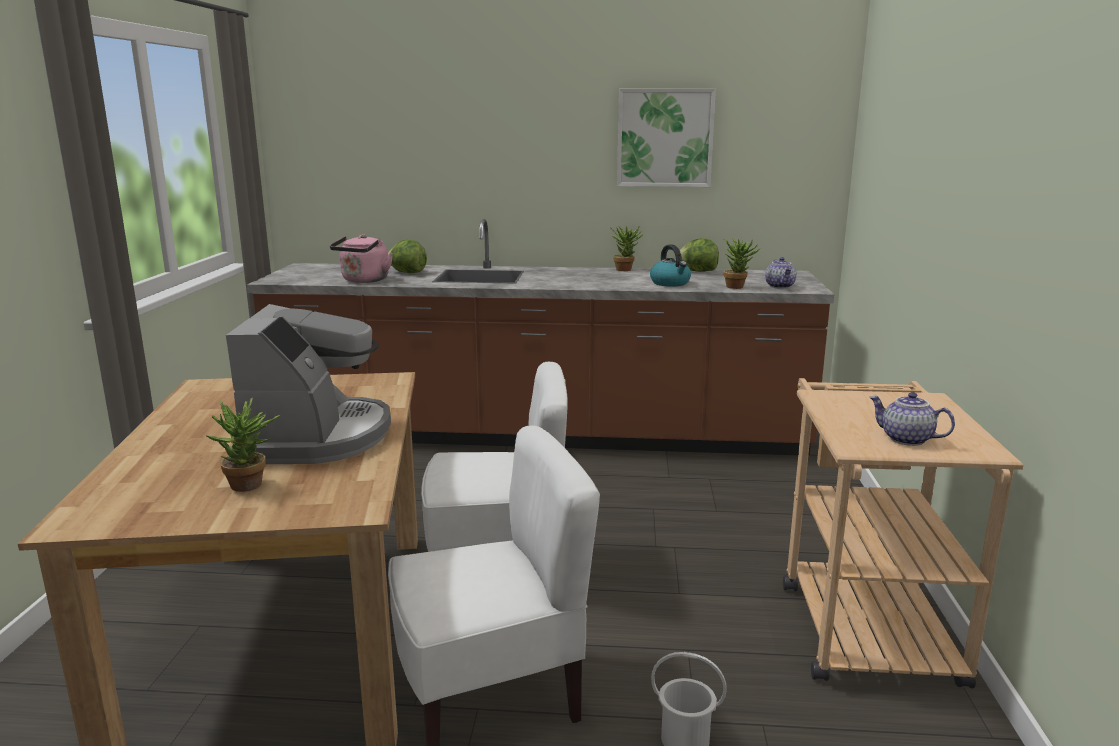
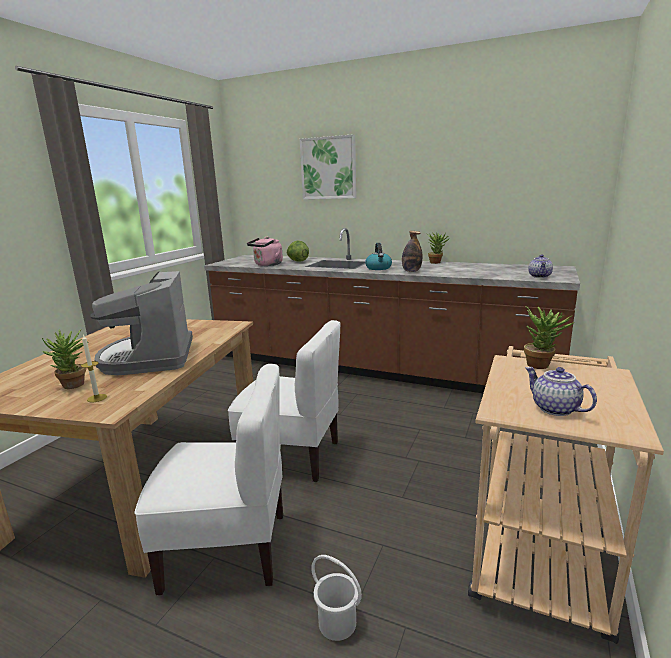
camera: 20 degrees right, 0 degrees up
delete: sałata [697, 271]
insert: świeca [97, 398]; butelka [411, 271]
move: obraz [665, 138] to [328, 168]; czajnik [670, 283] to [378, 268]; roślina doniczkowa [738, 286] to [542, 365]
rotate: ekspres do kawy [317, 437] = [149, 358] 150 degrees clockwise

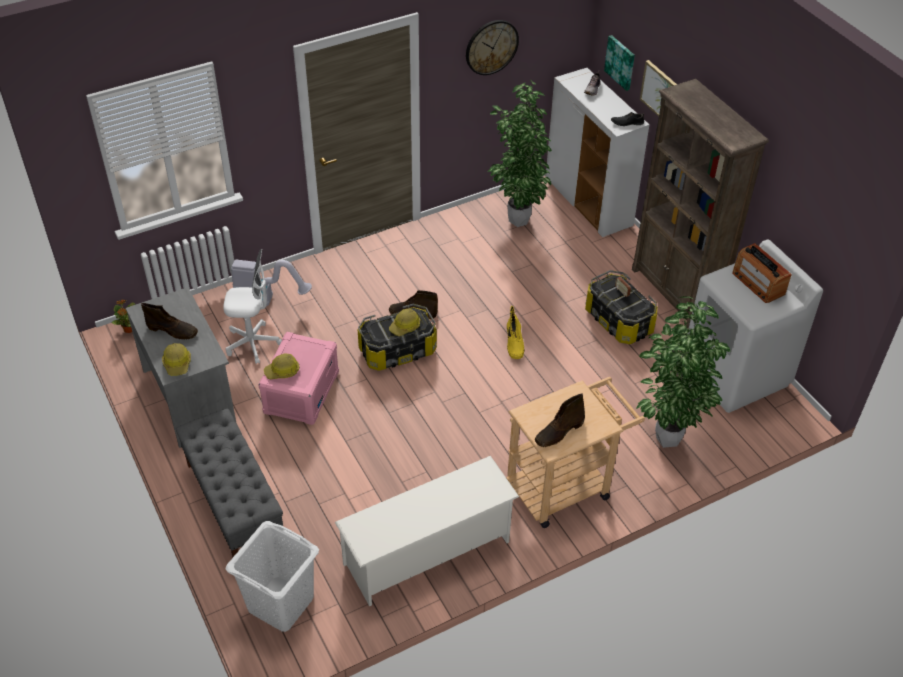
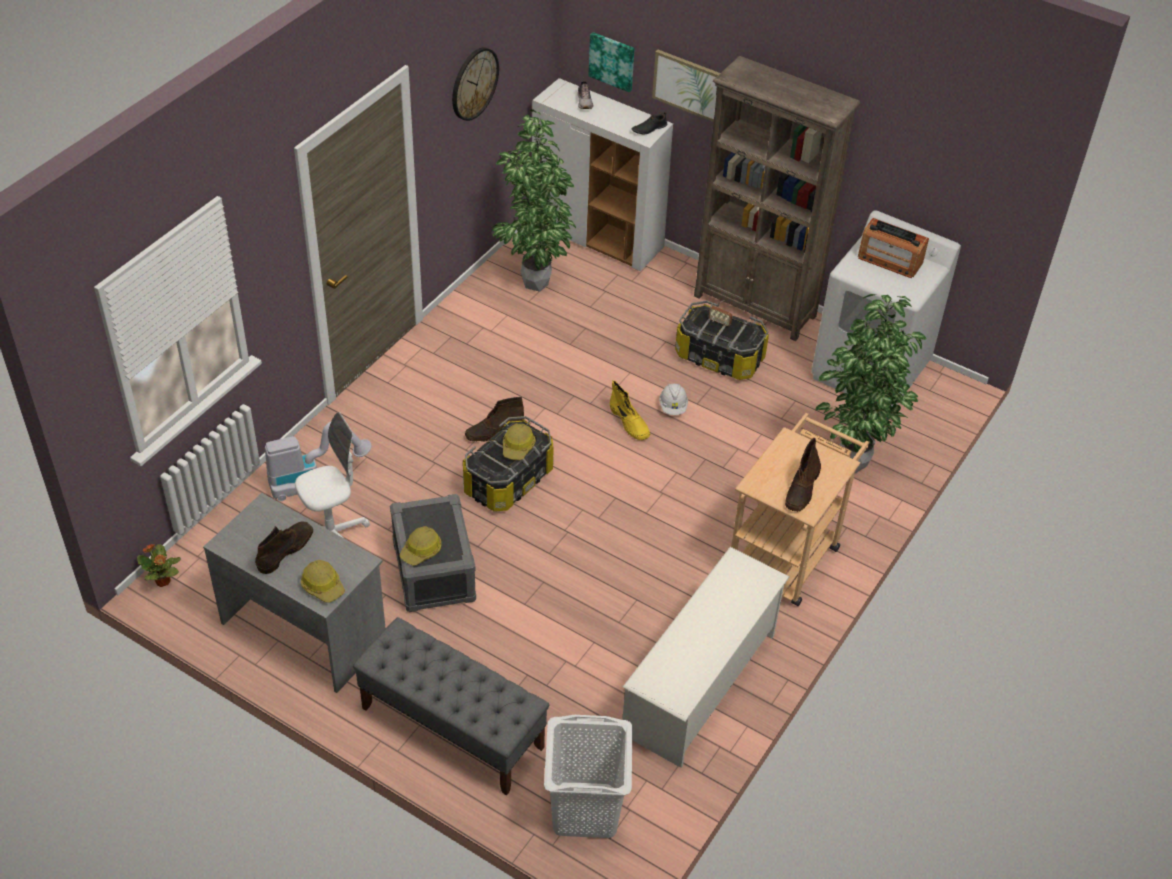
camera: 30 degrees left, 0 degrees up
insert: kask (biały) [673, 406]
recolor: pojemnik do przechowywania (różowy) [301, 392] to pojemnik do przechowywania (szary) [433, 570]
rotate: but z cholewką (brązowy) [173, 330] = [285, 550] 45 degrees counterclockwise

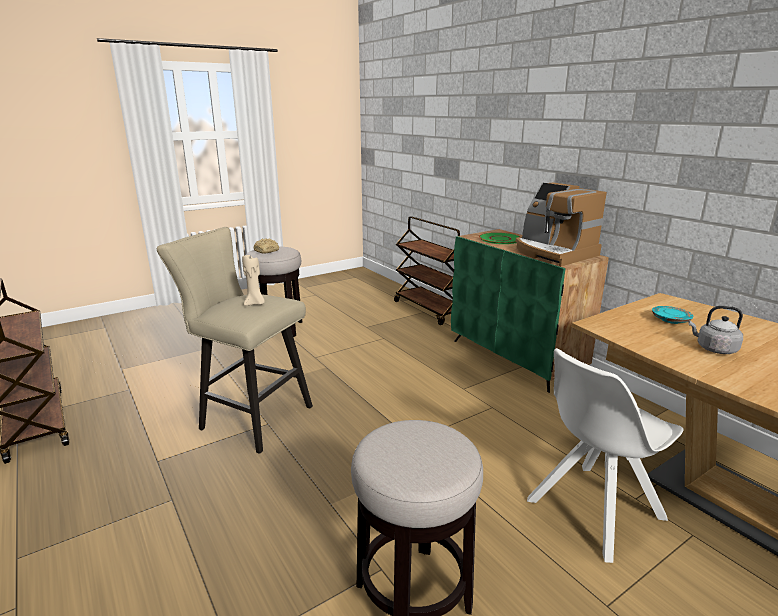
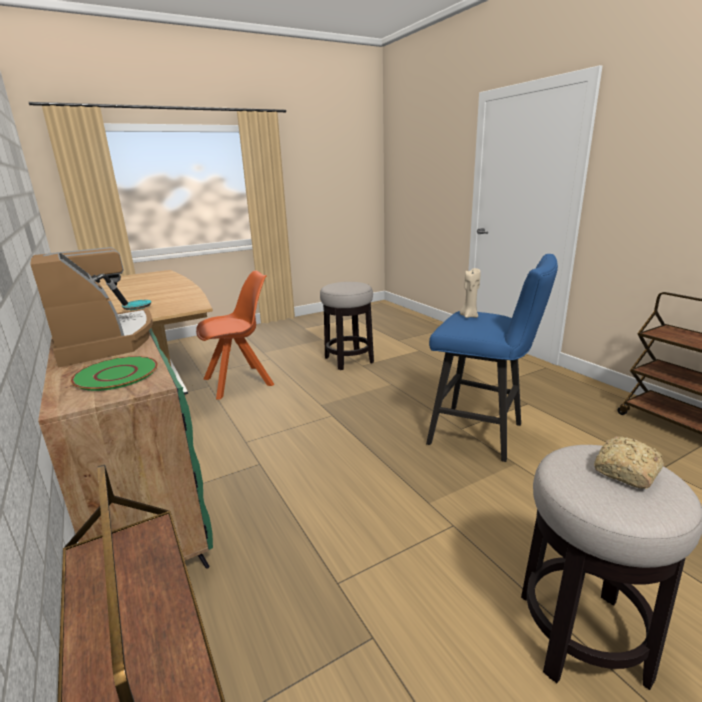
camera: 175 degrees left, 0 degrees up
delete: czajnik (szary) [714, 349]
recolor: stołek (beżowy) [250, 417] to stołek (niebieski) [483, 435]; krzesło (biały) [592, 510] to krzesło (pomarańczowy) [240, 381]

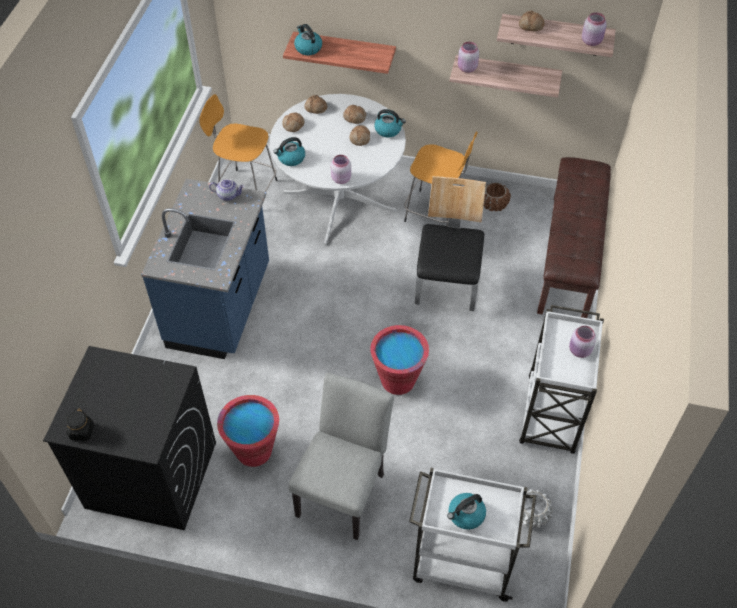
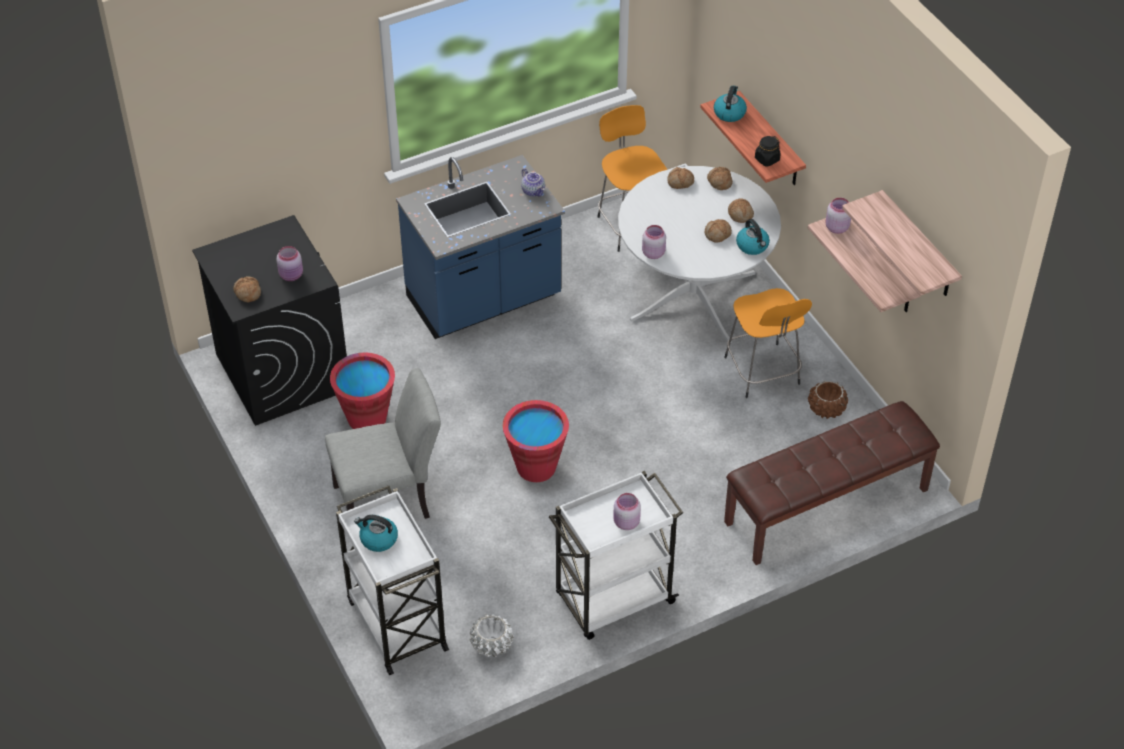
camera: 50 degrees right, 5 degrees down
delete: czajnik [291, 158]; krzesło [447, 285]
move: słoik (czarny) [82, 432] to [767, 159]; chleb [530, 26] to [247, 293]; słoik (różowy) [592, 41] to [292, 275]

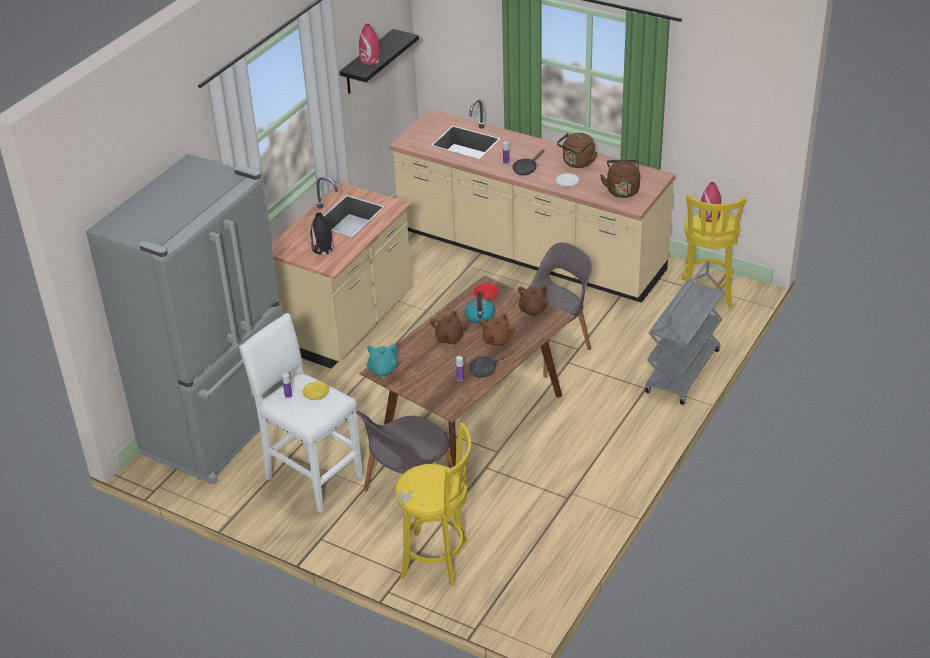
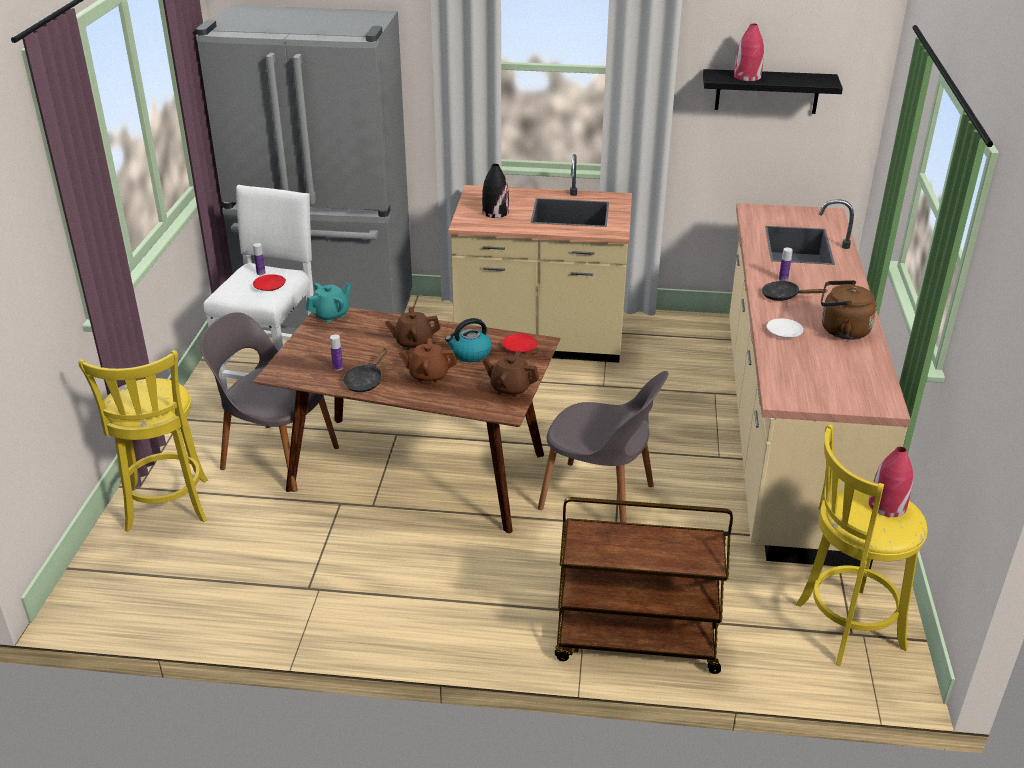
camera: 65 degrees right, 5 degrees down
delete: czajnik (brązowy) [622, 190]
recolor: talerz (żółty) [316, 393] to talerz (czerwony) [270, 286]; wózek (szary) [683, 372] to wózek (brązowy) [635, 643]
rotate: imbryk (turkusowy) [383, 370] = [331, 315] 120 degrees clockwise; patelnia (czarny) [485, 369] = [365, 381] 105 degrees counterclockwise

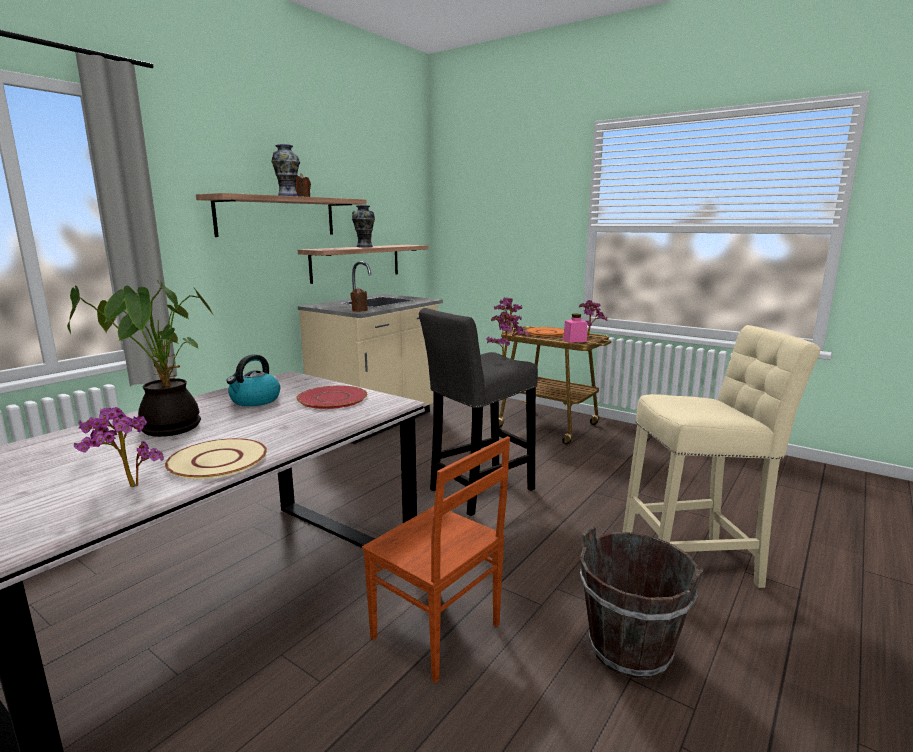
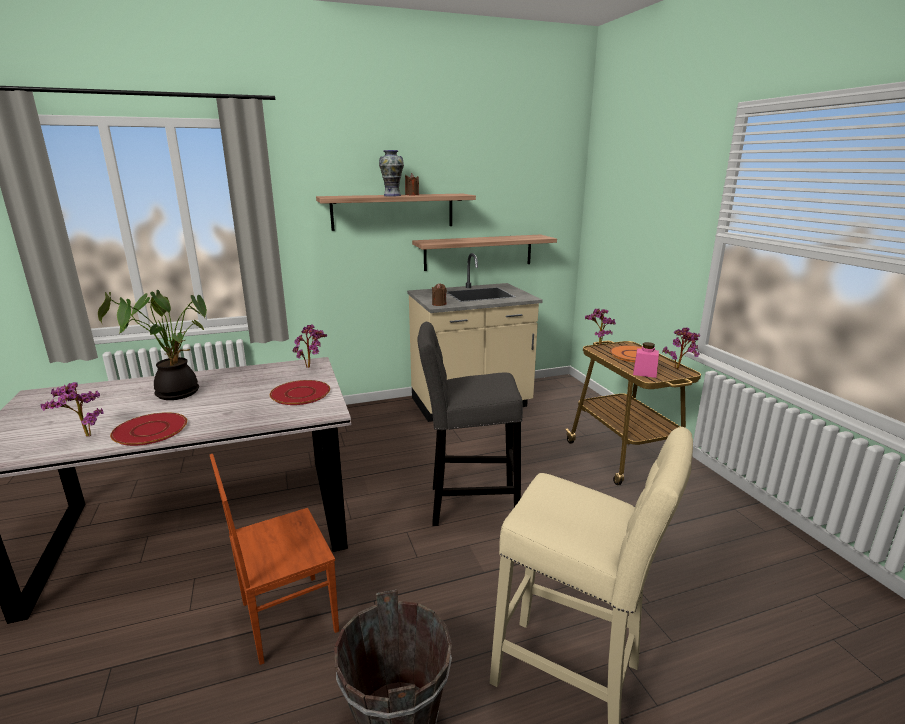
camera: 35 degrees right, 5 degrees up
delete: czajnik [255, 400]; wazon [364, 246]
move: roślina doniczkowa [505, 356] to [311, 367]
recolor: talerz (beżowy) [217, 460] to talerz (czerwony) [150, 430]
rotate: krzesło (brązowy) [436, 633] = [287, 616] 75 degrees clockwise

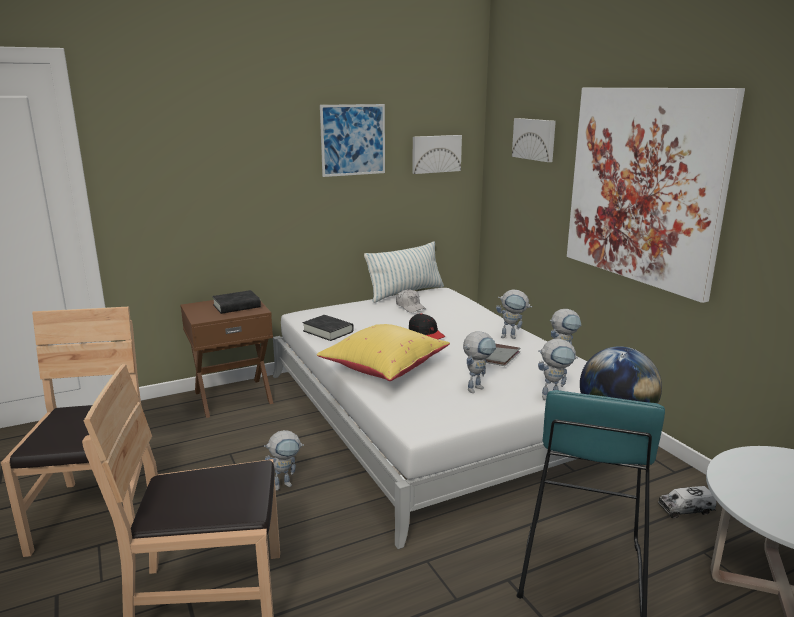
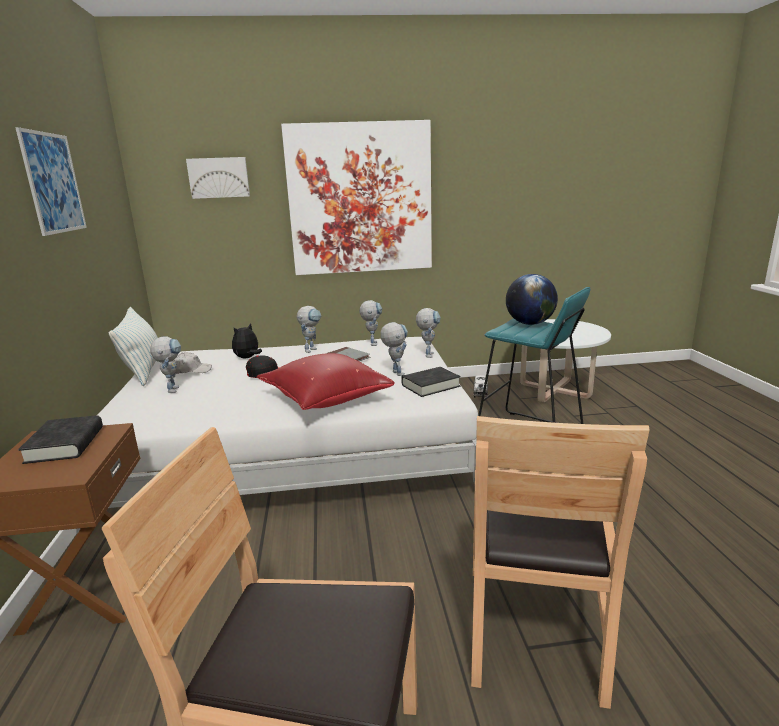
camera: 70 degrees left, 0 degrees up
delete: obraz [436, 154]
insert: pluszak [247, 358]
move: robot zabawkowy [286, 484] to [172, 388]; książka (czarny) [328, 331] to [430, 386]
recolor: poduszka (żółty) [383, 368] to poduszka (czerwony) [324, 400]

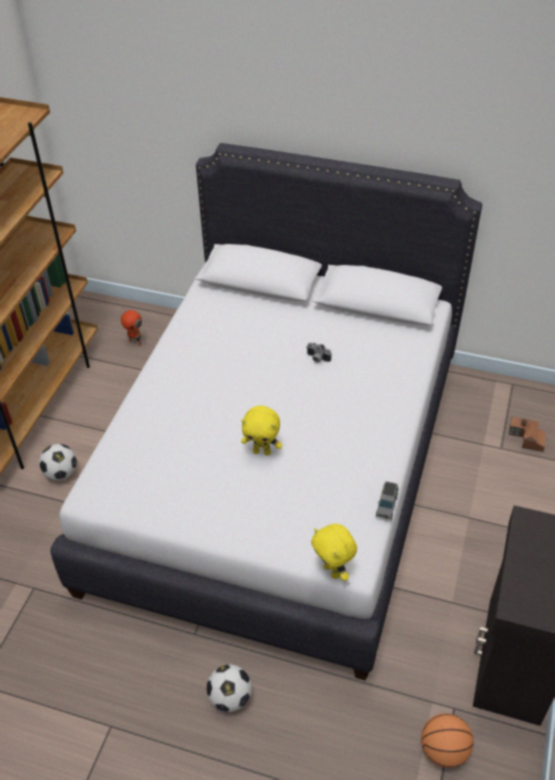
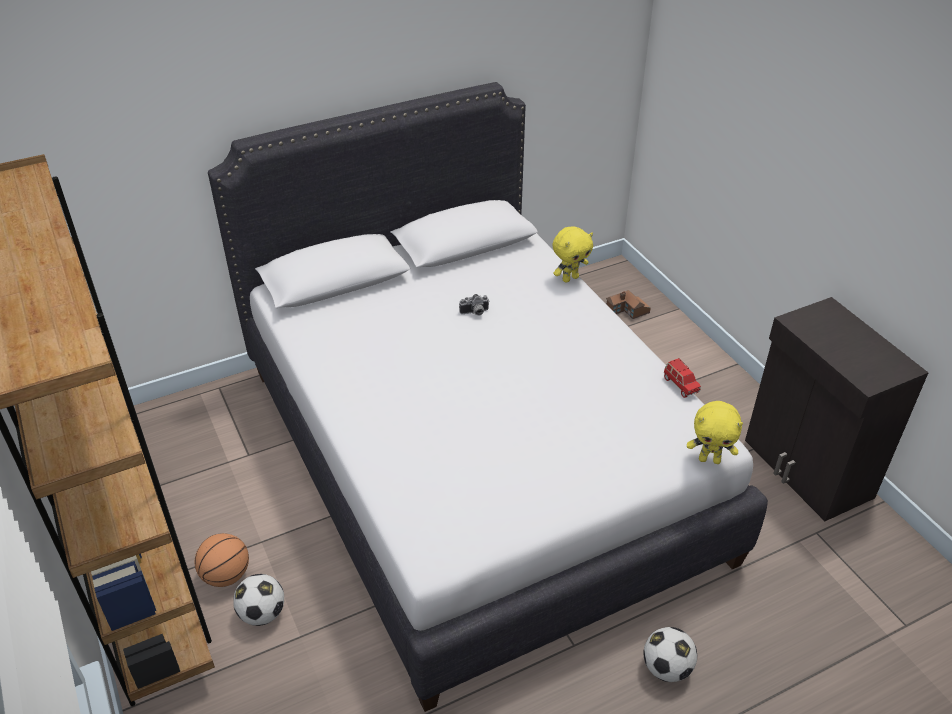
camera: 45 degrees left, 5 degrees down
delete: robot zabawkowy [135, 342]
move: pluszak (żółty) [262, 451] to [570, 278]; piłka do koszykówki [444, 750] to [226, 575]
recolor: samochodzik (szary) [386, 506] to samochodzik (czerwony) [680, 385]

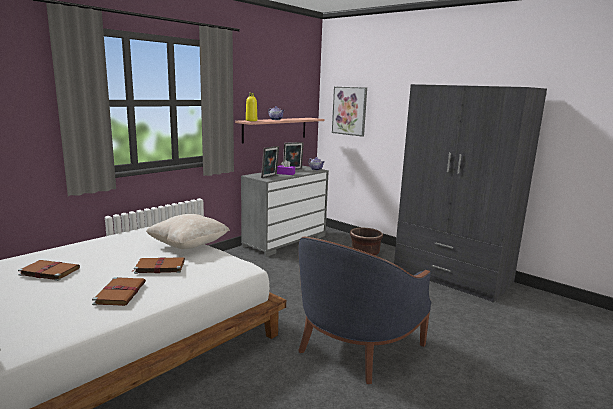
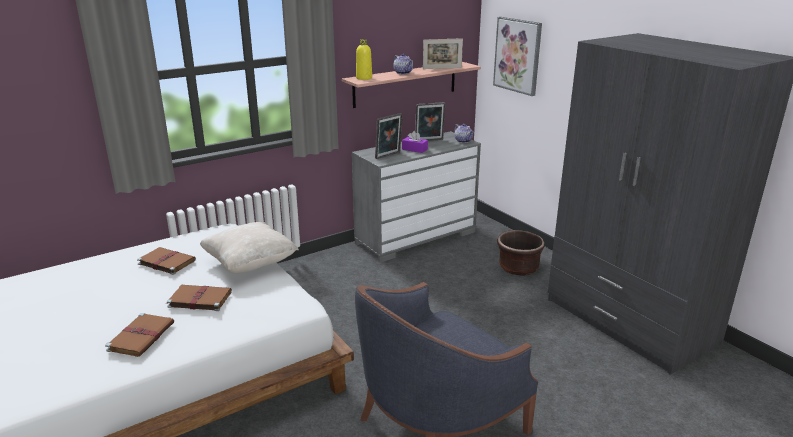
camera: 15 degrees right, 10 degrees up
insert: ramka na zdjęcie [442, 68]
move: książka (brązowy) [48, 271] to [166, 262]

